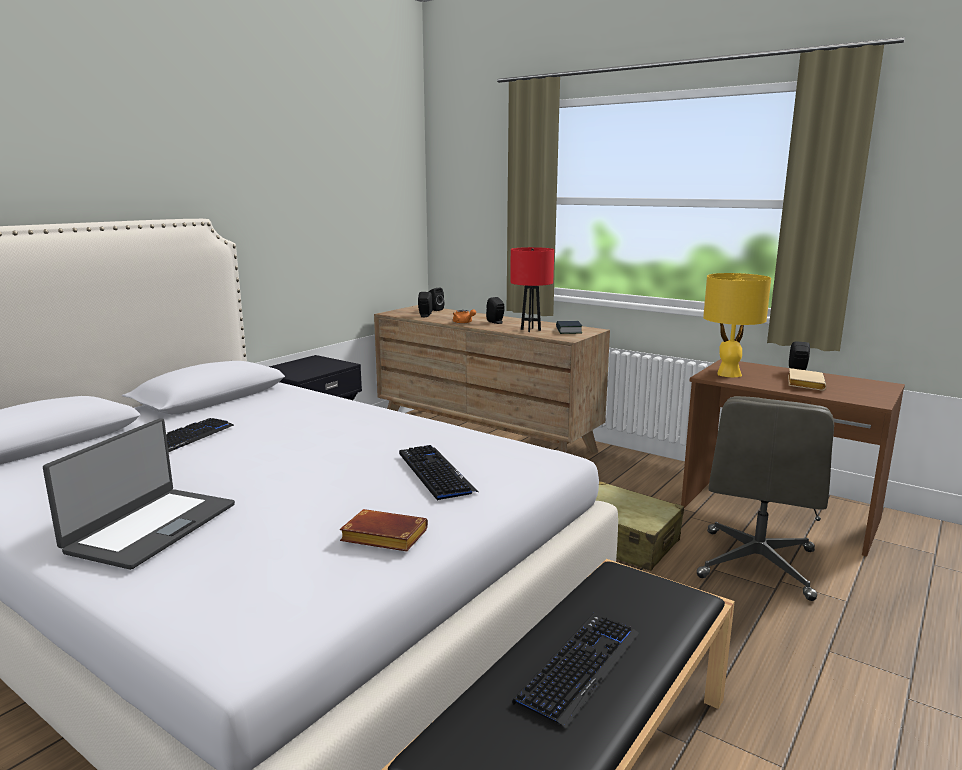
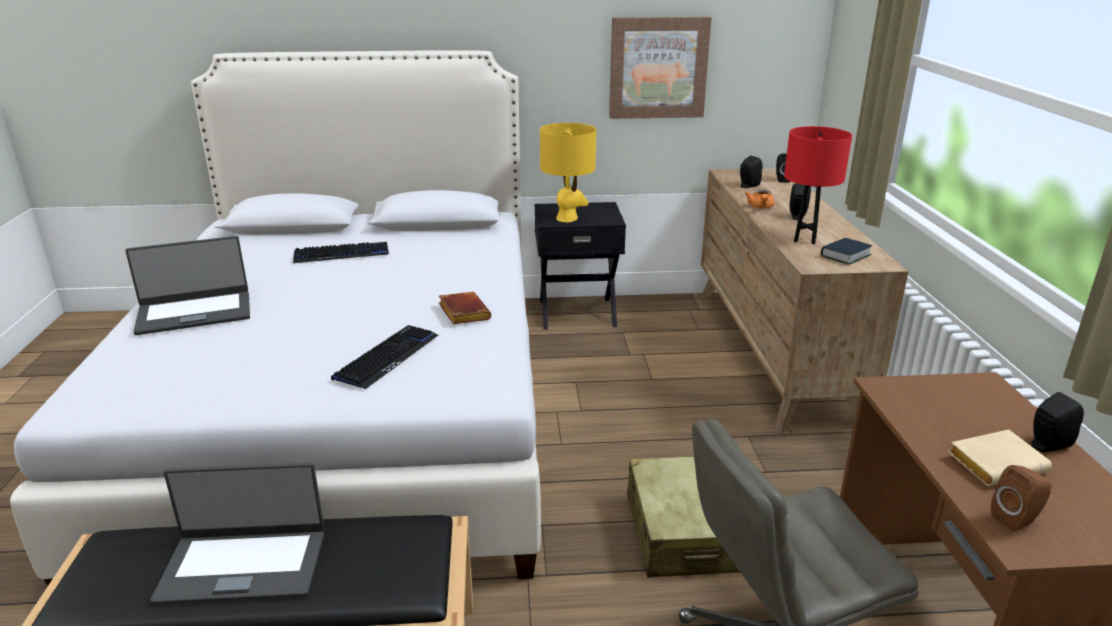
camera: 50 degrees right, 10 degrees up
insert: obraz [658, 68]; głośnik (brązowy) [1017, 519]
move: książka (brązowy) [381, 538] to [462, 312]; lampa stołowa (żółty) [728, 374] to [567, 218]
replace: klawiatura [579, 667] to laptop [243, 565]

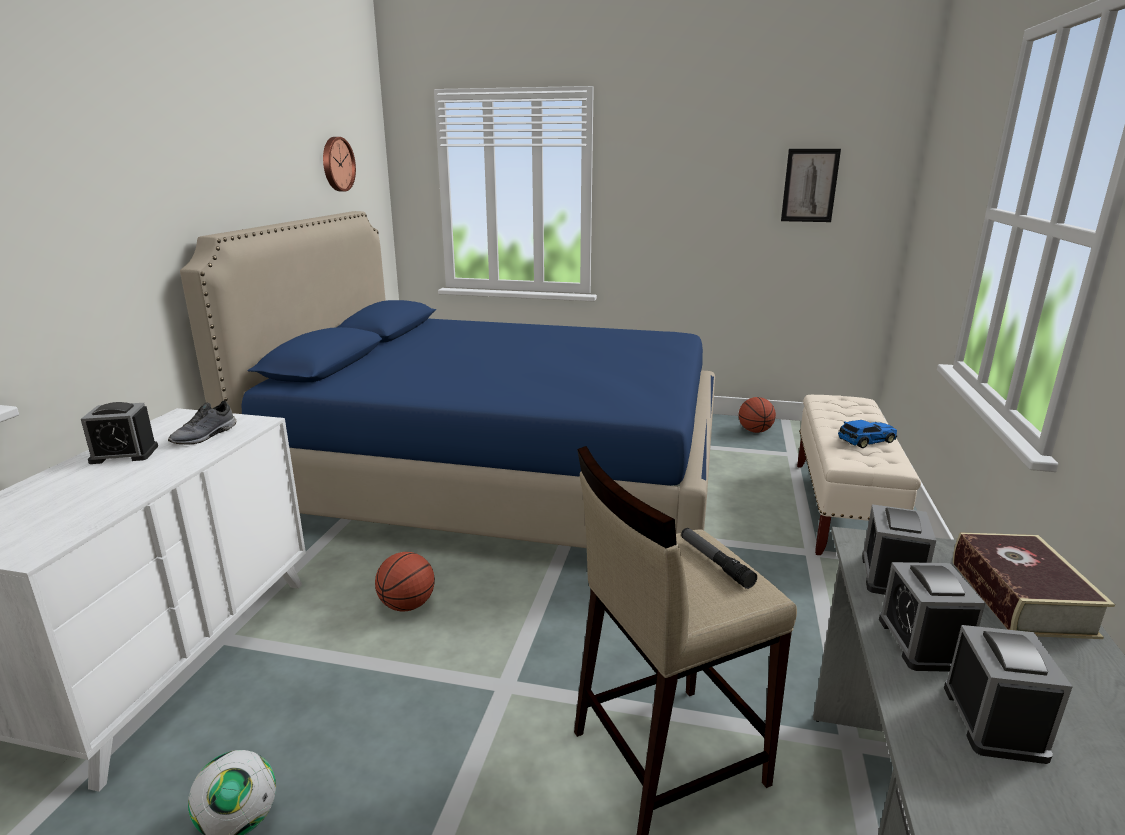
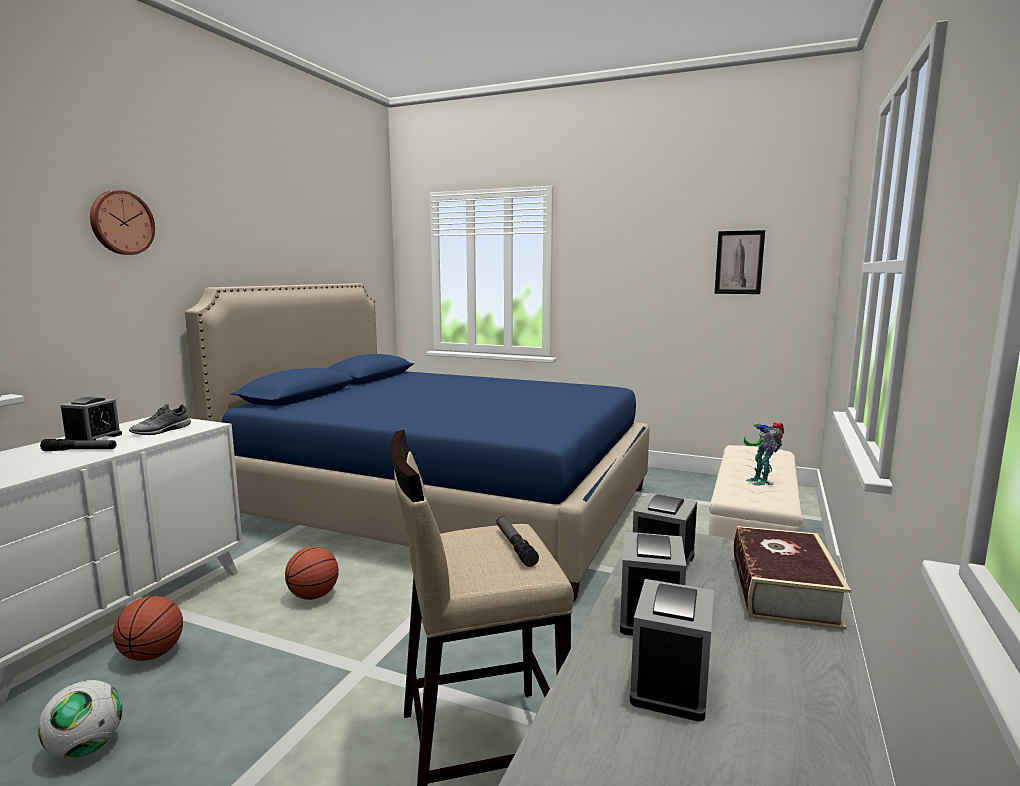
camera: 10 degrees right, 10 degrees down
insert: latarka [80, 450]
move: zegar ścienny [337, 164] to [121, 223]; piłka do koszykówki [755, 431] to [152, 654]
replace: samochodzik [865, 440] to robot zabawkowy [761, 481]
rotate: budzik [124, 454] = [93, 438] 75 degrees counterclockwise

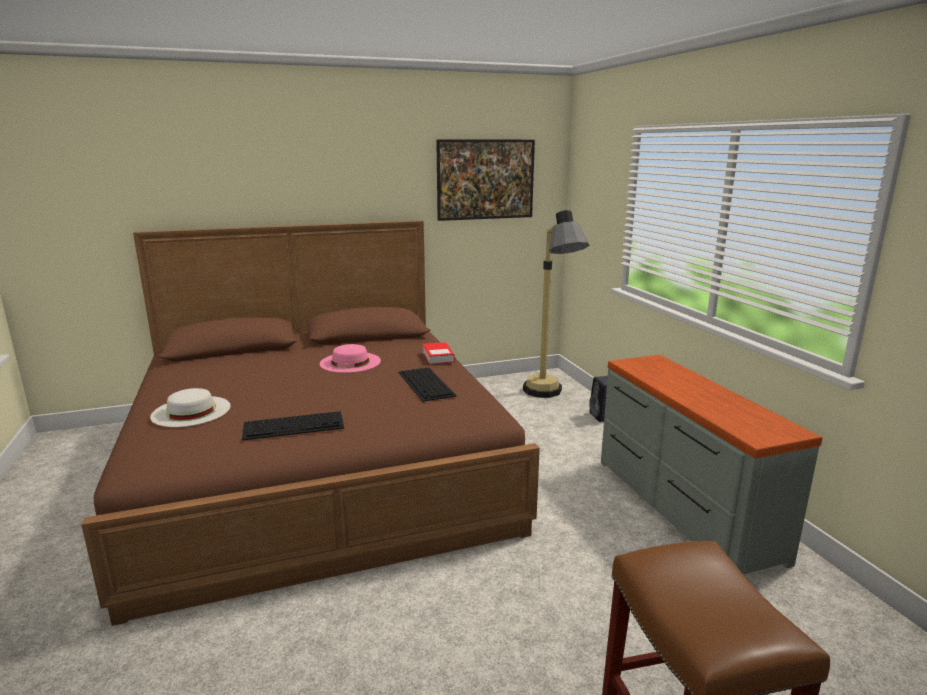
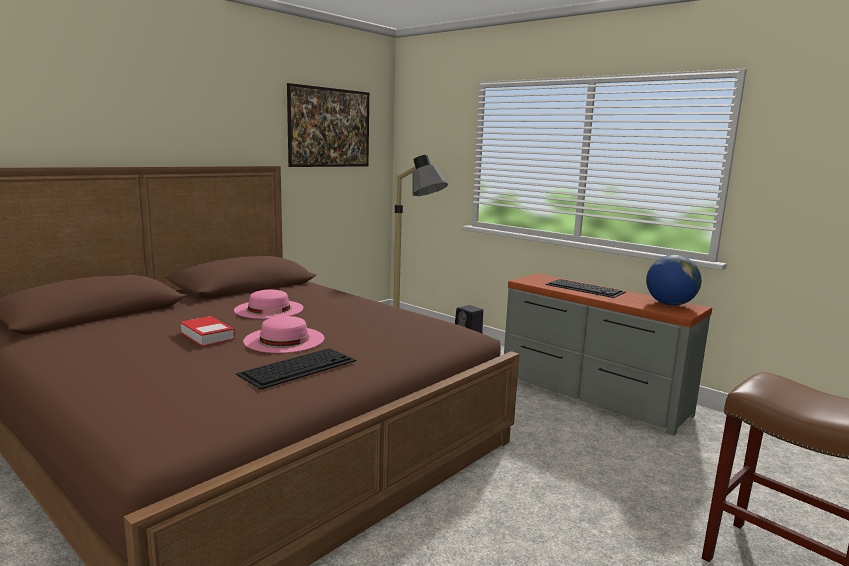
camera: 30 degrees left, 5 degrees down
delete: kapelusz (biały) [191, 411]
insert: kapelusz (różowy) [284, 339]; globus [670, 304]
move: klawiatura [426, 384] to [585, 288]; książka [438, 357] to [207, 336]

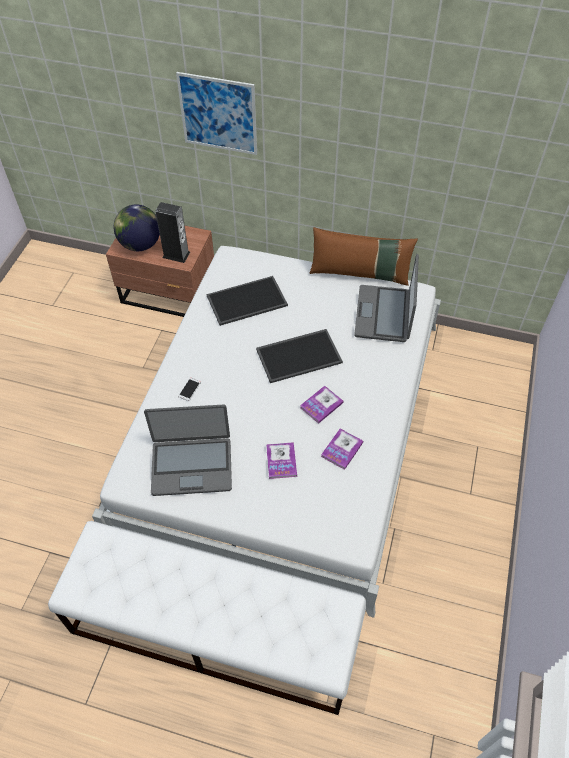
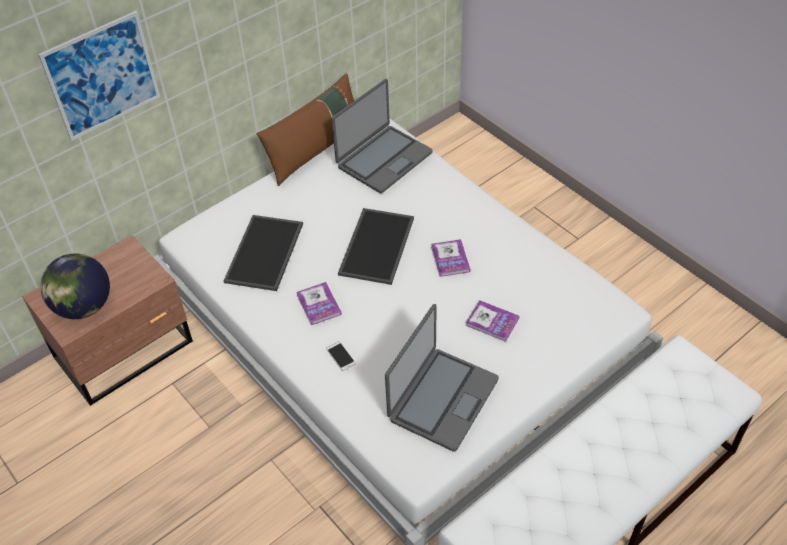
camera: 55 degrees left, 5 degrees down
delete: głośnik [176, 255]
move: książka [342, 449] to [318, 304]
rotate: laptop [384, 314] = [383, 159] 90 degrees counterclockwise

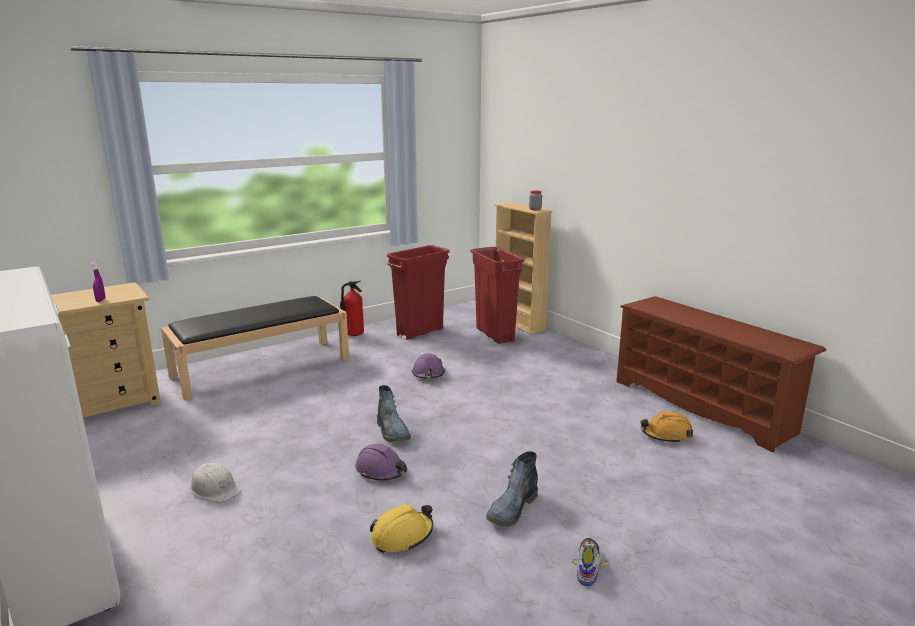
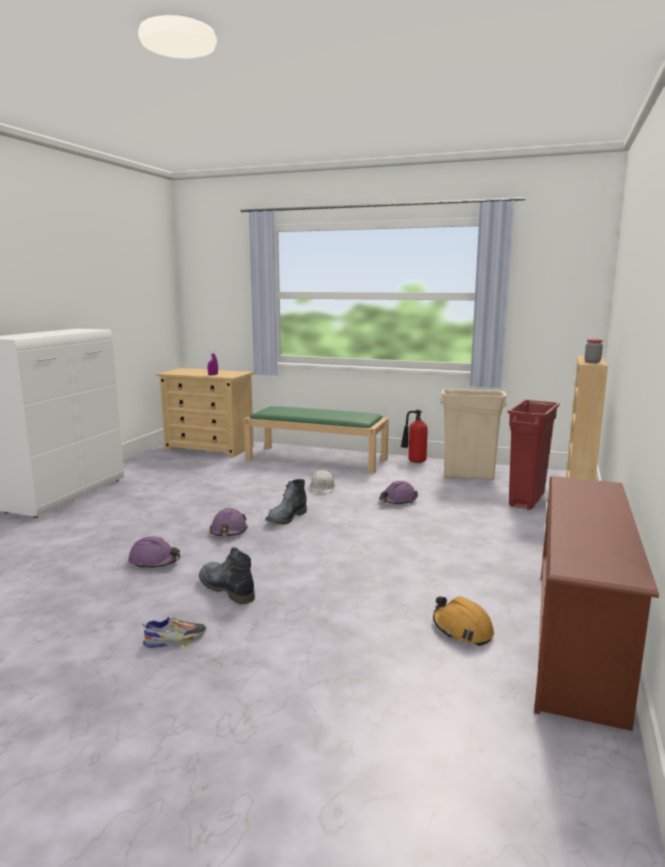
camera: 55 degrees right, 5 degrees down
move: kask (biały) [215, 489] to [322, 487]
recolor: ławka (czarny) [262, 367] to ławka (zielony) [317, 459]; kask (żółty) [402, 536] to kask (fioletowy) [154, 562]; kosz na śmieci (czerwony) [420, 332] to kosz na śmieci (beżowy) [469, 476]
rotate: but z cholewką [512, 509] = [226, 588] 45 degrees clockwise

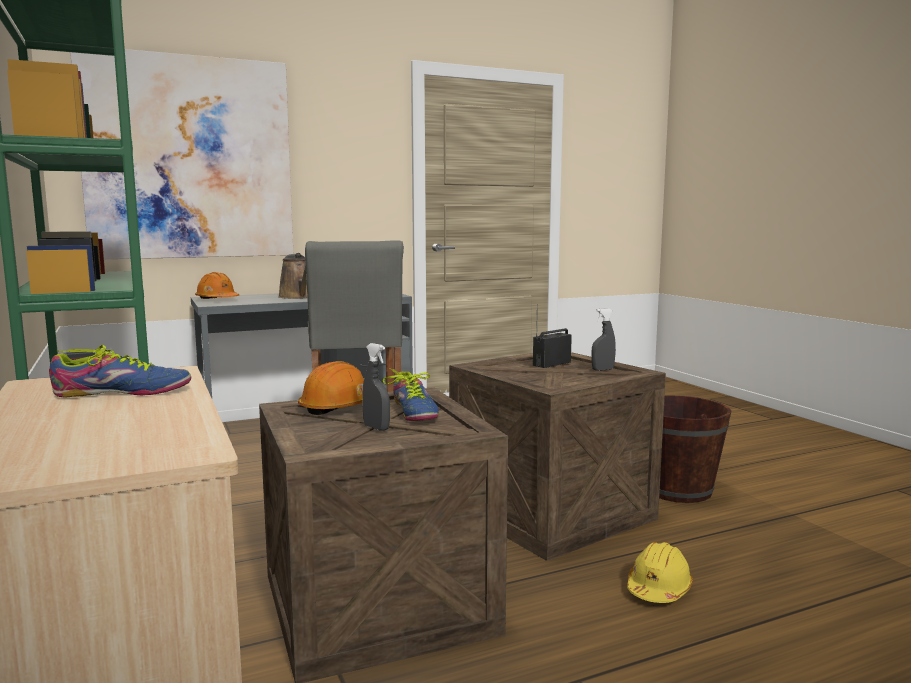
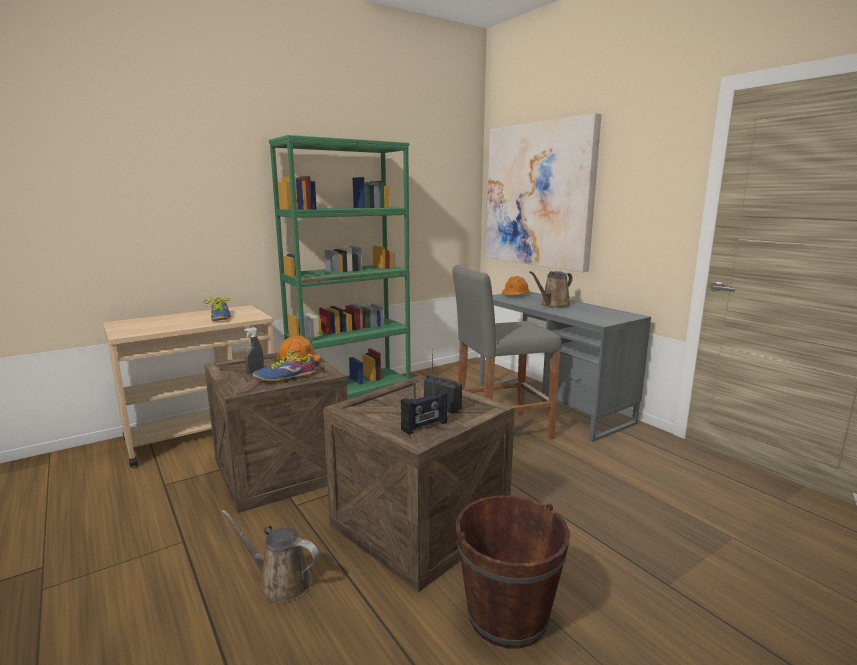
camera: 80 degrees right, 5 degrees up
replace: spryskiwacz (szary) [602, 369] to radio [424, 426]; kask (żółty) [658, 589] to konewka (brązowy) [280, 582]

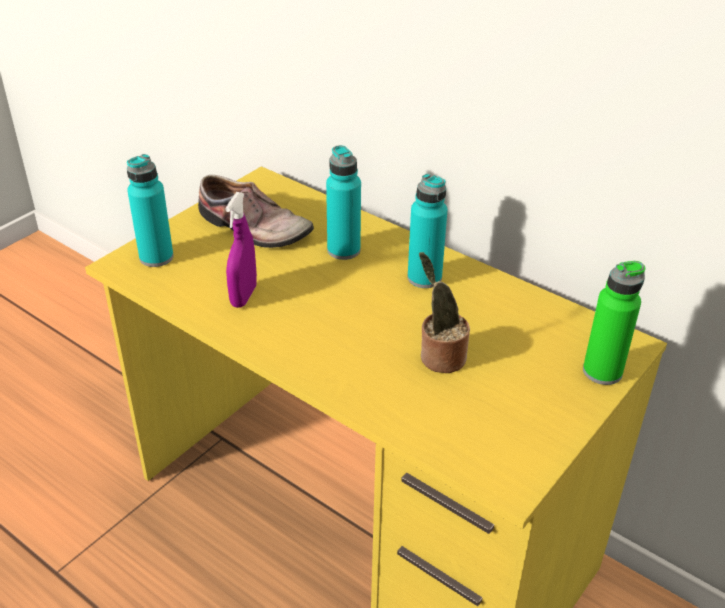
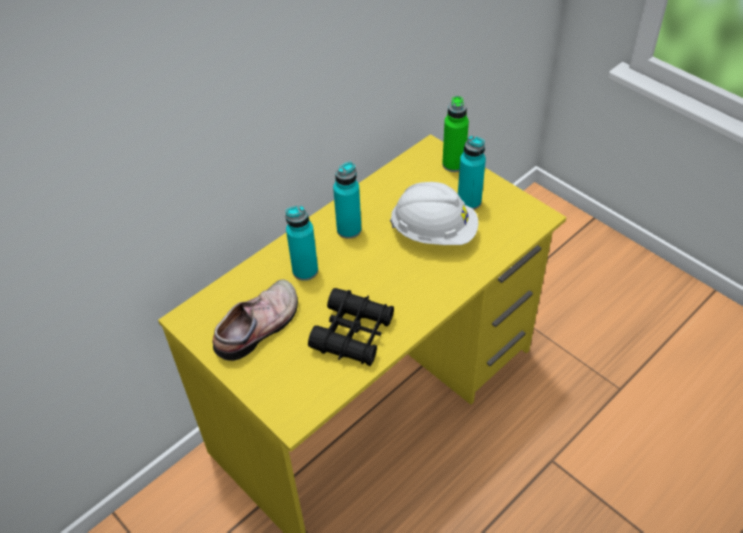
camera: 80 degrees left, 10 degrees up
move: butelka (turkusowy) [156, 257] to [469, 202]
replace: spryskiwacz (fioletowy) [243, 296] to lornetka (czarny) [353, 333]; roślina doniczkowa [439, 357] to kask (biały) [434, 232]

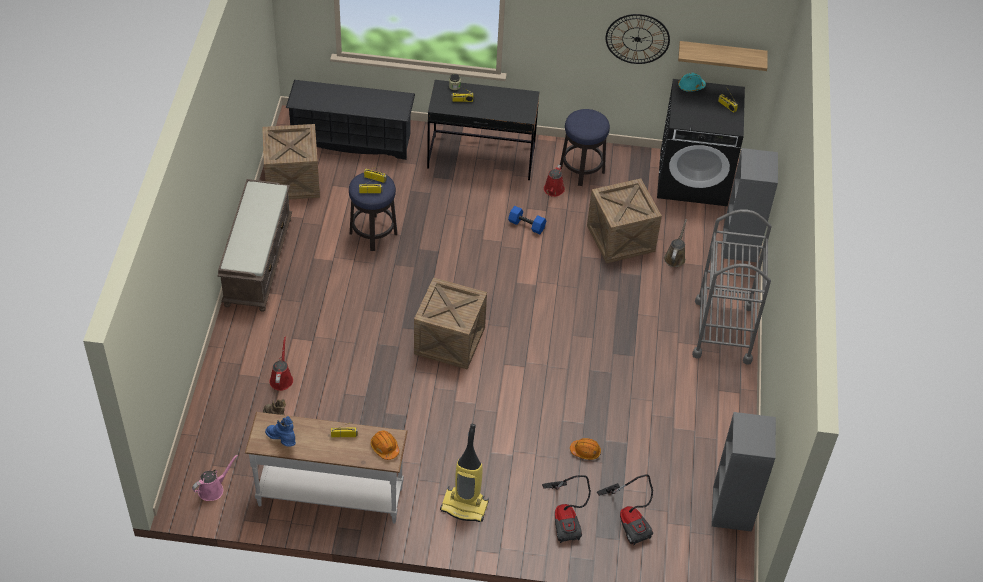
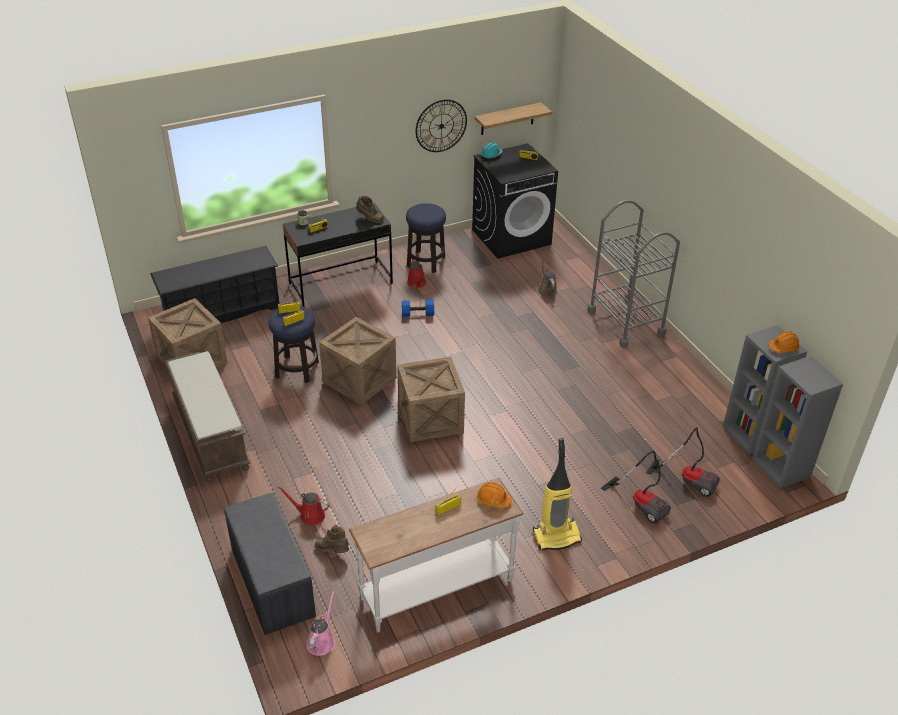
camera: 30 degrees left, 10 degrees down
delete: but z cholewką (niebieski) [282, 440]
insert: ławka (szary) [271, 581]; but z cholewką (brązowy) [369, 219]
move: kask (pomarańczowy) [585, 451] to [783, 347]; skrzynka [620, 238] to [359, 380]; regał (szary) [740, 245] to [782, 468]
rotate: konewka (czerwony) [281, 378] = [309, 515] 45 degrees counterclockwise

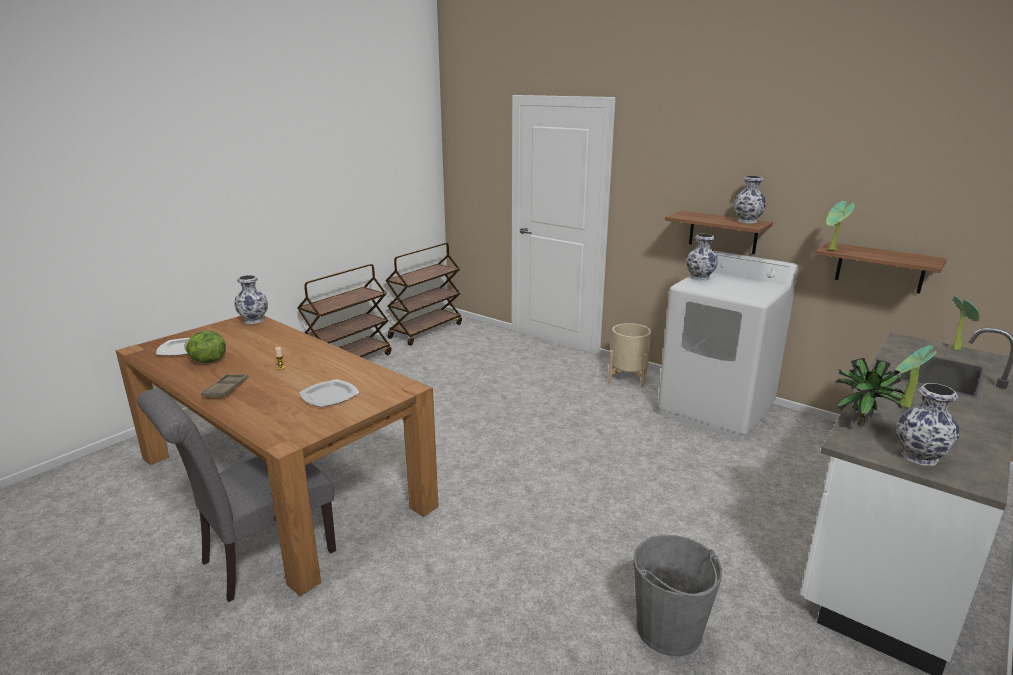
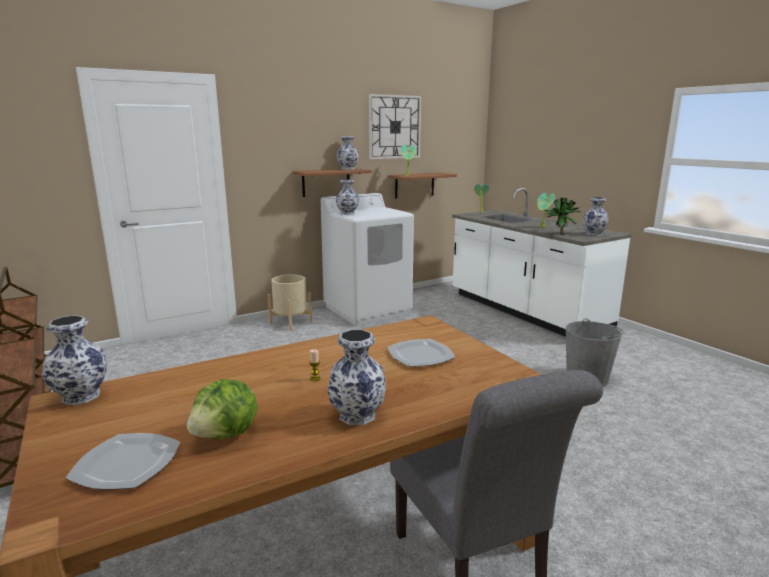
camera: 70 degrees left, 5 degrees down
insert: zegar ścienny [394, 127]
replace: taca (brązowy) [226, 389] to wazon [356, 416]

